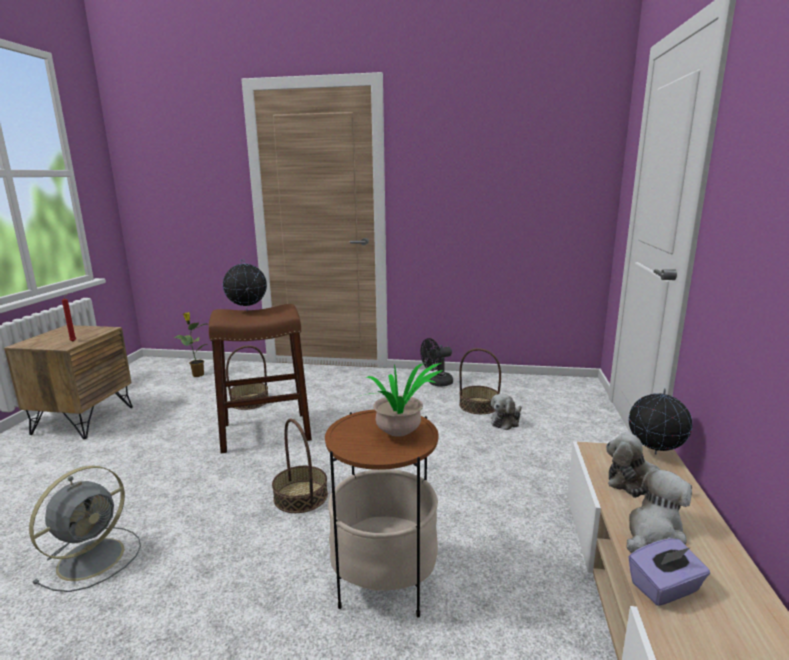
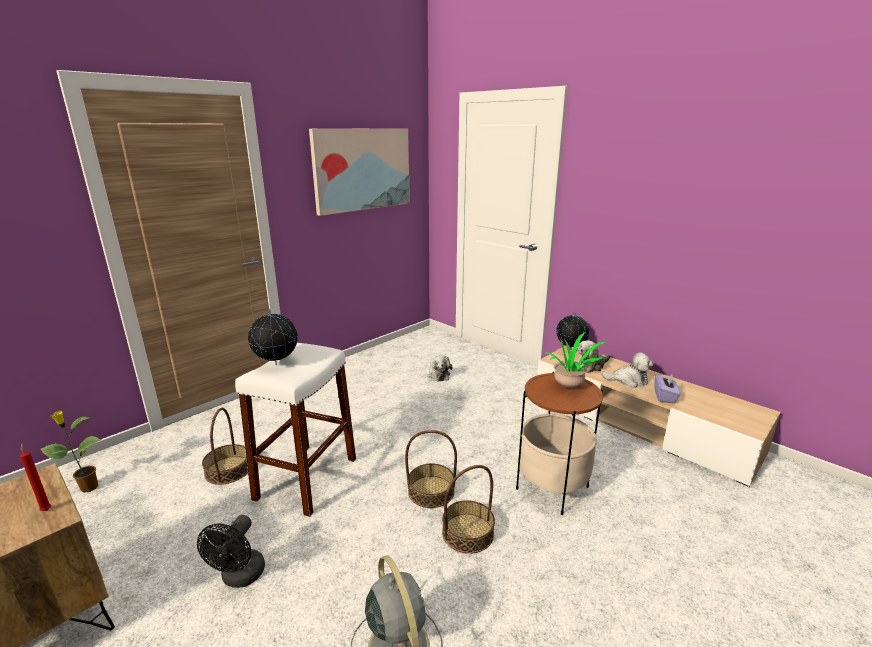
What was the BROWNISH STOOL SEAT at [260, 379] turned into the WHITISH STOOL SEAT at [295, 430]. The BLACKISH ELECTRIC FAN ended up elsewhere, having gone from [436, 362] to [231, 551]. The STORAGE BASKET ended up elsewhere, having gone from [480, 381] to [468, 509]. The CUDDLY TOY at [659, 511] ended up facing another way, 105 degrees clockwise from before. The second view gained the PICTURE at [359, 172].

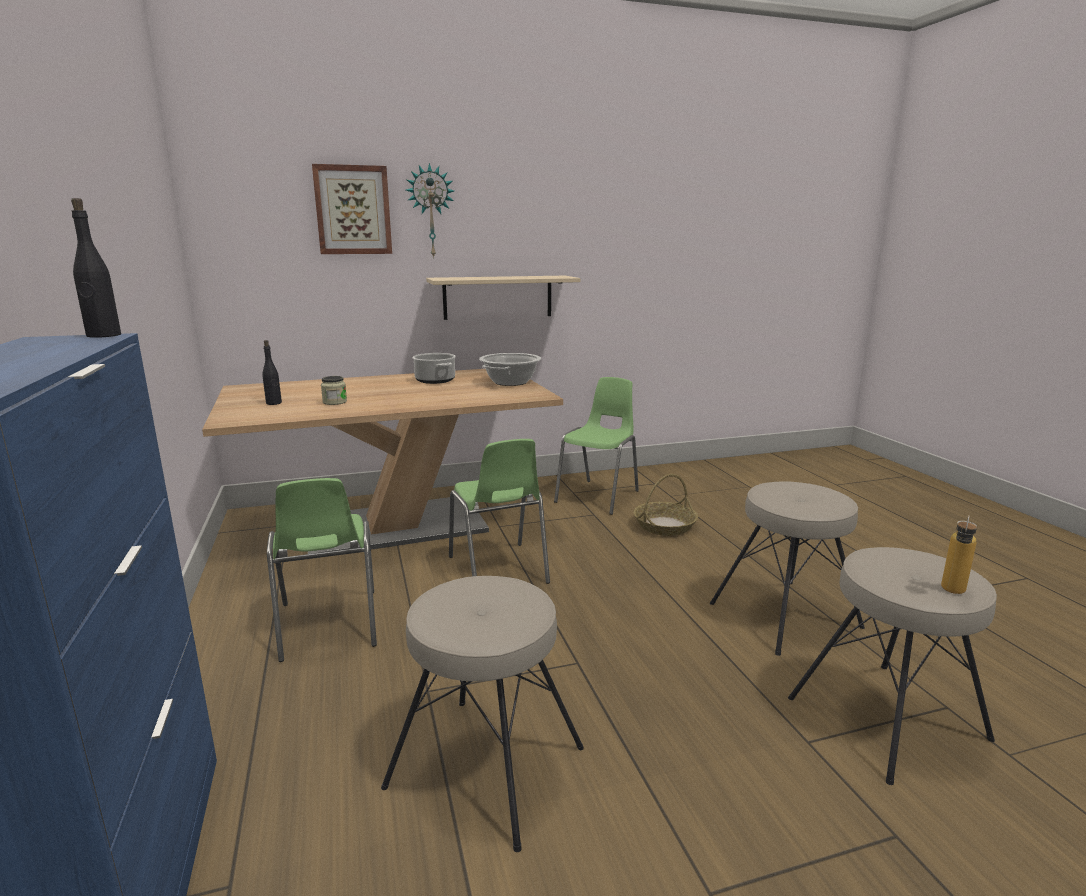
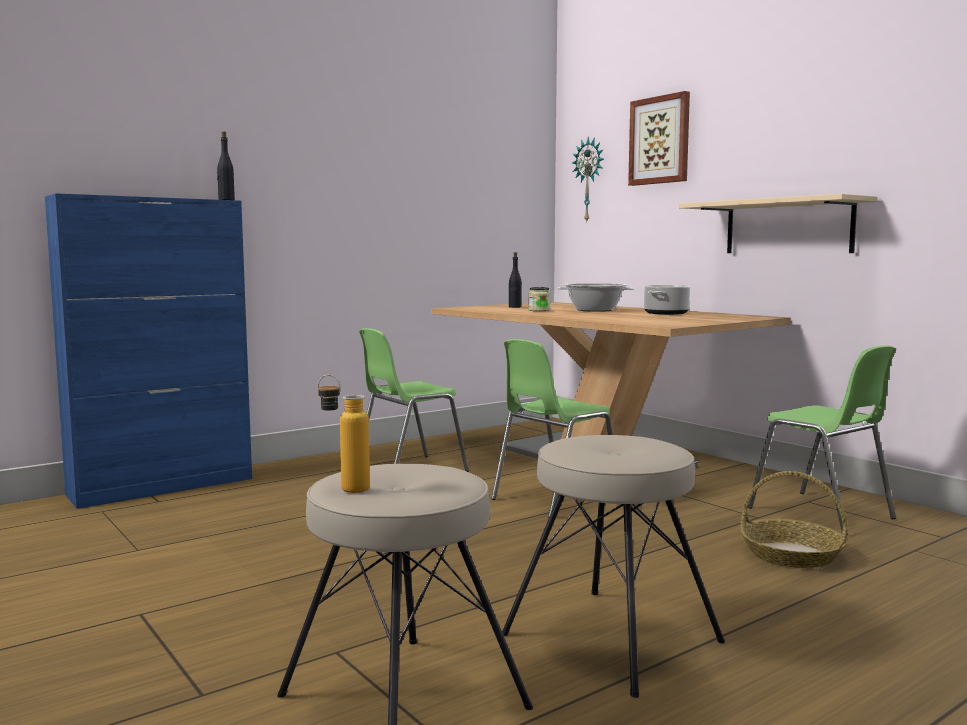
The second view lost the BEIGE STOOL SEAT at [482, 714]. The CLOCK ON THE WALL ended up elsewhere, having gone from [430, 211] to [588, 180]. The STOCKPOT ended up elsewhere, having gone from [510, 369] to [595, 297]. The GREENISH UPRIGHT CHAIR at [596, 446] ended up facing another way, 45 degrees clockwise from before.

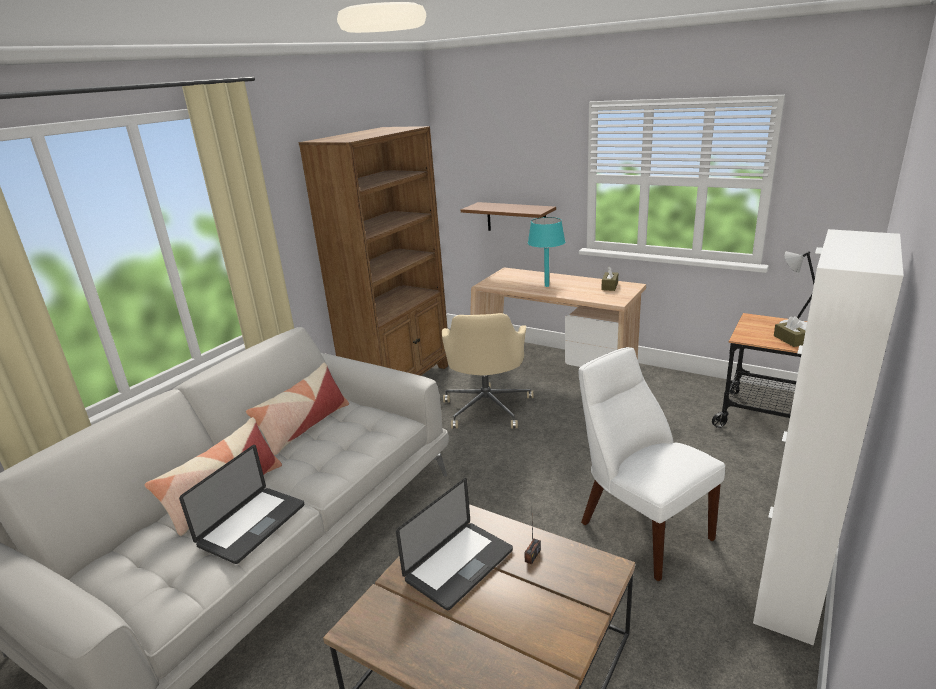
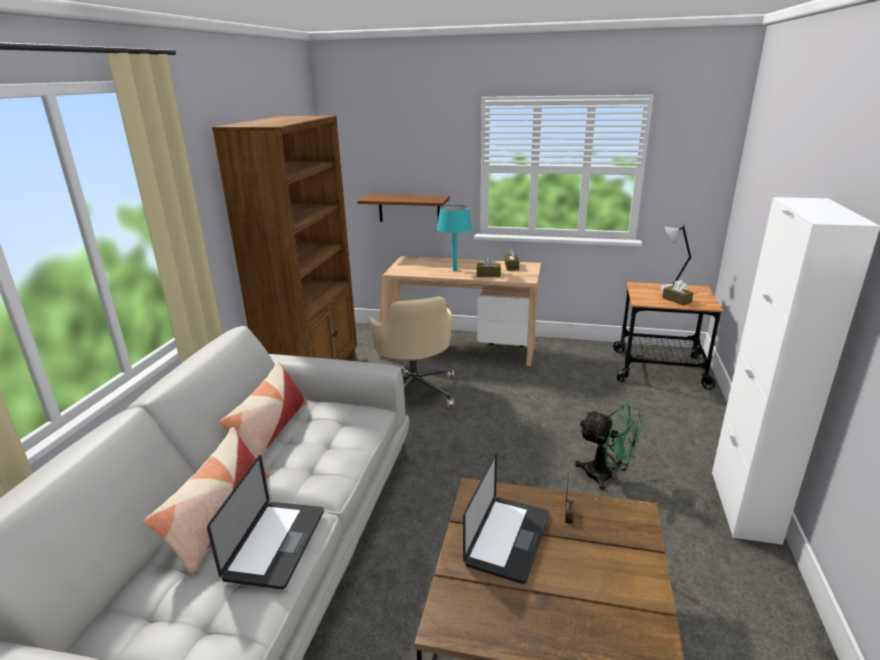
Where the WHITISH UPRIGHT CHAIR stood at [652, 464], the GREENISH ELECTRIC FAN came to stand at [609, 446]. The second view gained the BROWNISH TISSUE BOX at [489, 266].

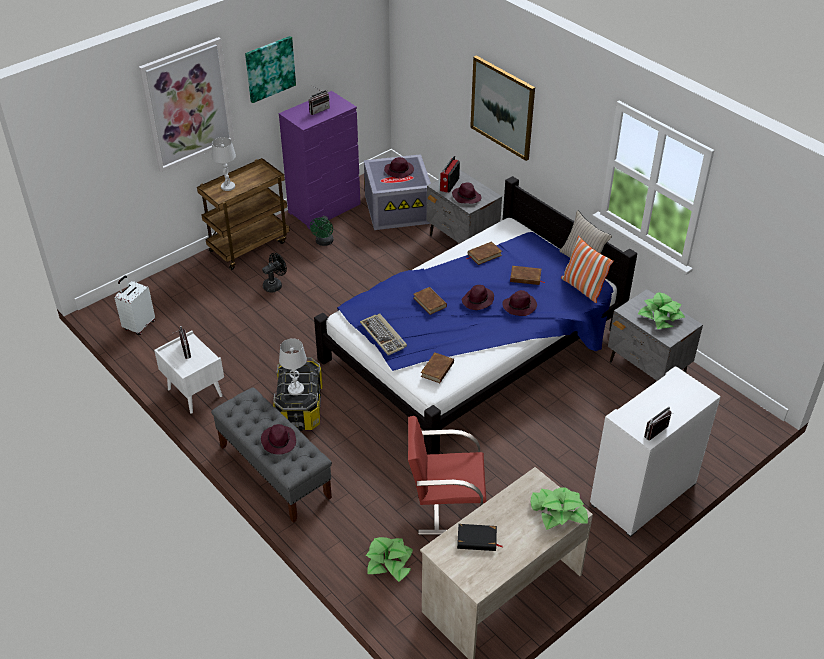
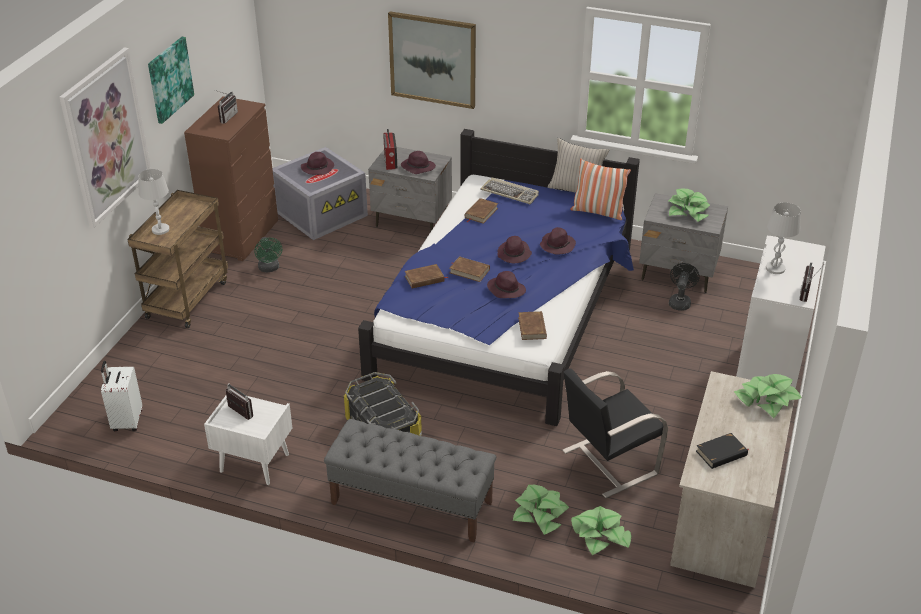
The PURPLISH HAT ended up elsewhere, having gone from [278, 439] to [506, 284]. The BLACKISH ELECTRIC FAN ended up elsewhere, having gone from [274, 273] to [684, 287]. What was the PURPLISH DRAWER CHEST at [320, 160] turned into the BROWNISH DRAWER CHEST at [231, 178]. The WHITISH LAMP FOR A TABLE ended up elsewhere, having gone from [293, 366] to [783, 238]. The KEYBOARD ended up elsewhere, having gone from [383, 334] to [509, 190]. What was the REDDISH UPRIGHT CHAIR at [447, 475] turned into the BLACKISH UPRIGHT CHAIR at [615, 433]. The BROWNISH BOUND BOOK ended up elsewhere, having gone from [527, 275] to [426, 276]. The second view gained the PLANT IN A POT at [541, 510].

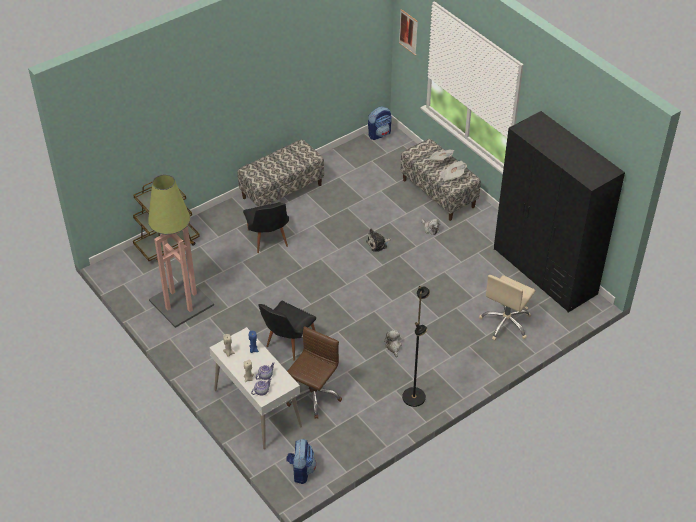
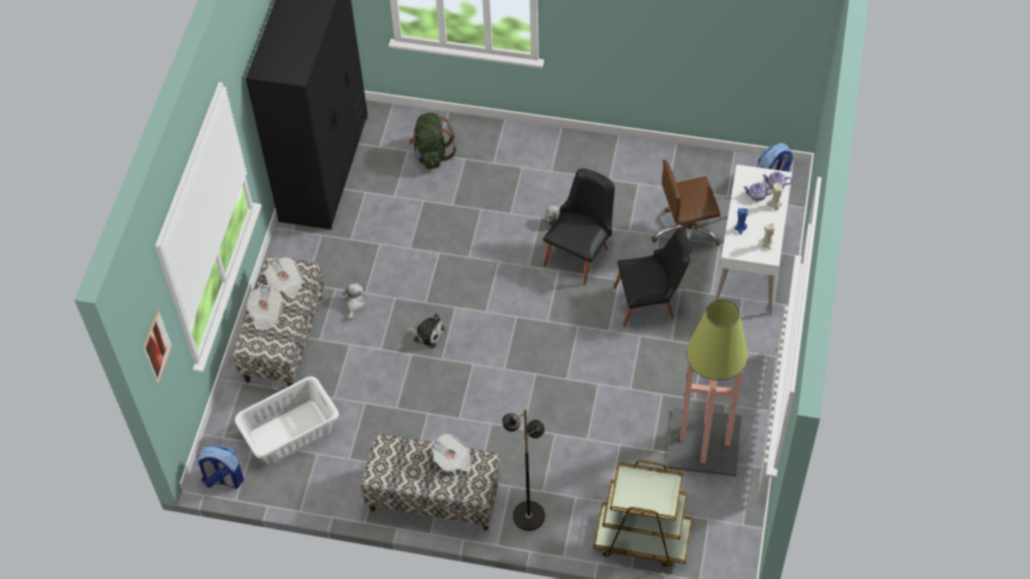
The BLACKISH UPRIGHT CHAIR ended up elsewhere, having gone from [266, 227] to [579, 227]. The BLACKISH FLOOR LAMP ended up elsewhere, having gone from [416, 346] to [523, 469]. Where the BEIGE OFFICE CHAIR stood at [507, 307], the GREENISH BACKPACK came to stand at [432, 141]. The second view gained the WHITISH LAUNDRY BASKET at [287, 420]. The second view gained the PRINTED PAPER at [451, 453].

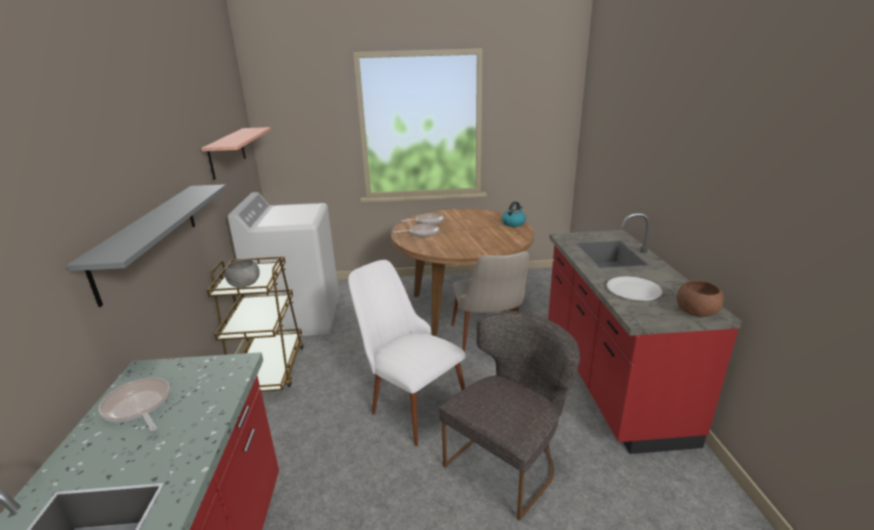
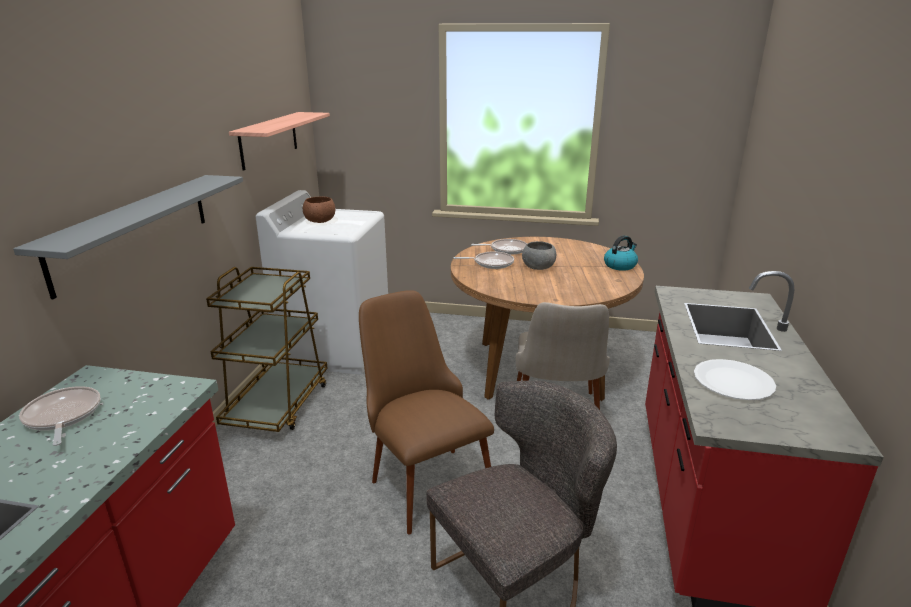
The GREYISH SERVING BOWL ended up elsewhere, having gone from [242, 273] to [539, 255]. What was the WHITISH UPRIGHT CHAIR at [407, 353] turned into the BROWNISH UPRIGHT CHAIR at [426, 412]. The BROWNISH SERVING BOWL ended up elsewhere, having gone from [700, 298] to [319, 209].

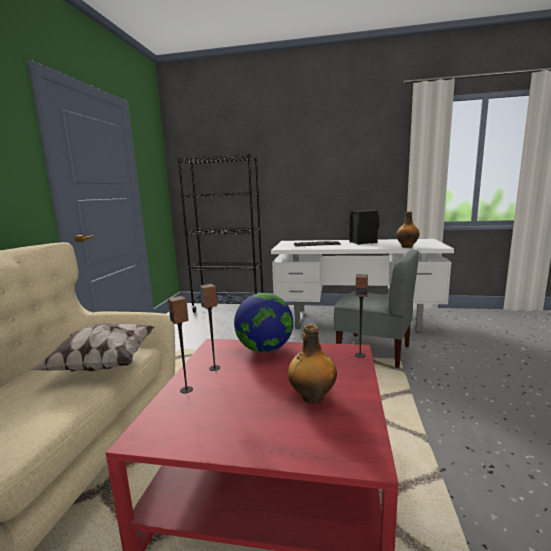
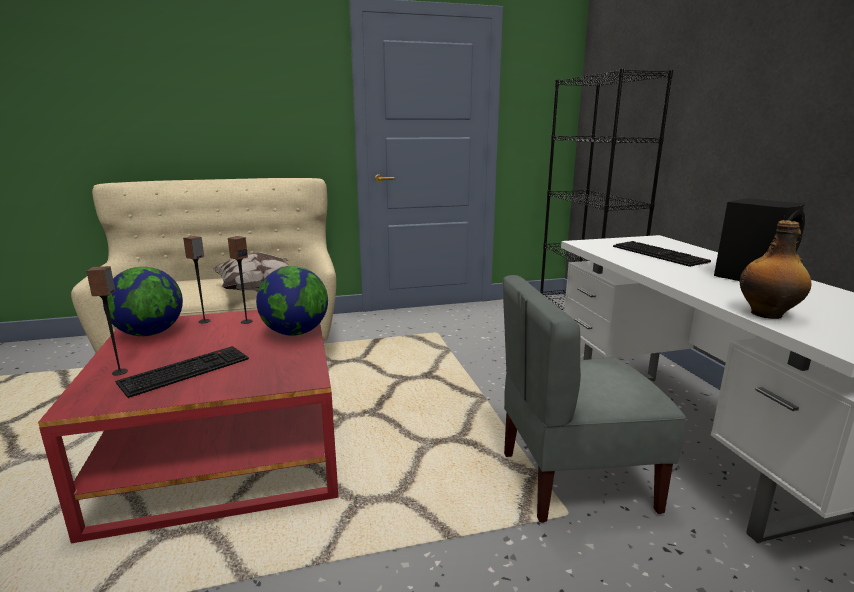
Where the BOTTLE stood at [312, 363], the KEYBOARD came to stand at [182, 372]. The GREYISH UPRIGHT CHAIR at [376, 309] ended up facing another way, 75 degrees clockwise from before. The SPEAKER ended up elsewhere, having gone from [361, 316] to [107, 320]. The second view gained the WORLD GLOBE at [143, 301].

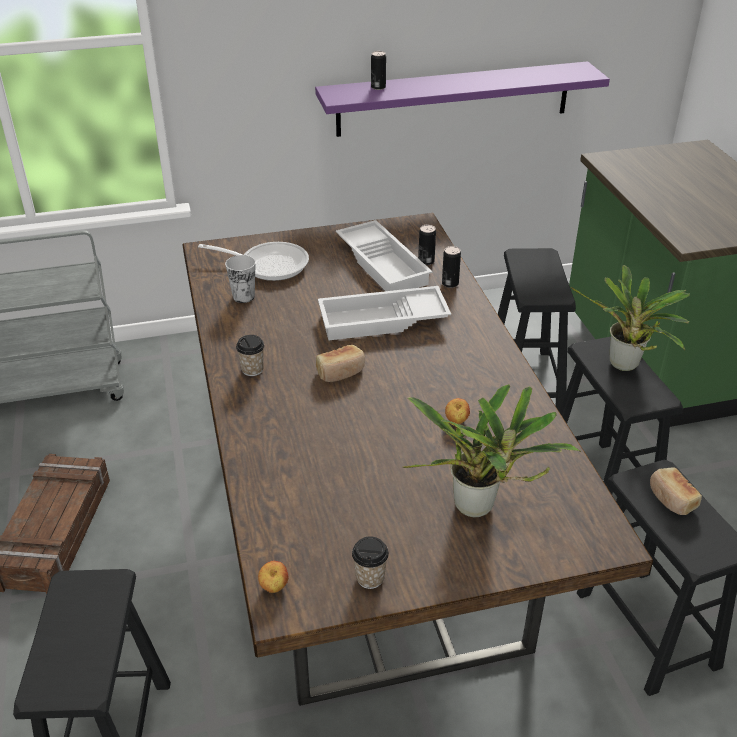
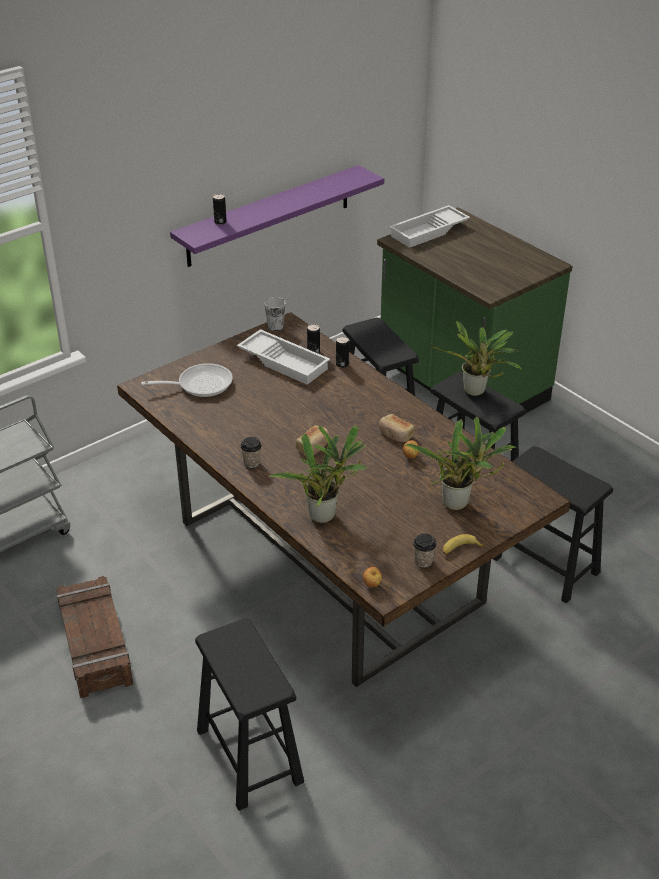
The CUP ended up elsewhere, having gone from [240, 279] to [275, 314]. The WHITISH TRAY ended up elsewhere, having gone from [384, 313] to [429, 226]. The BAKED BREAD ended up elsewhere, having gone from [676, 491] to [396, 428]. The second view gained the PLANT IN A POT at [318, 474]. The second view gained the BANANA FRUIT at [464, 544].

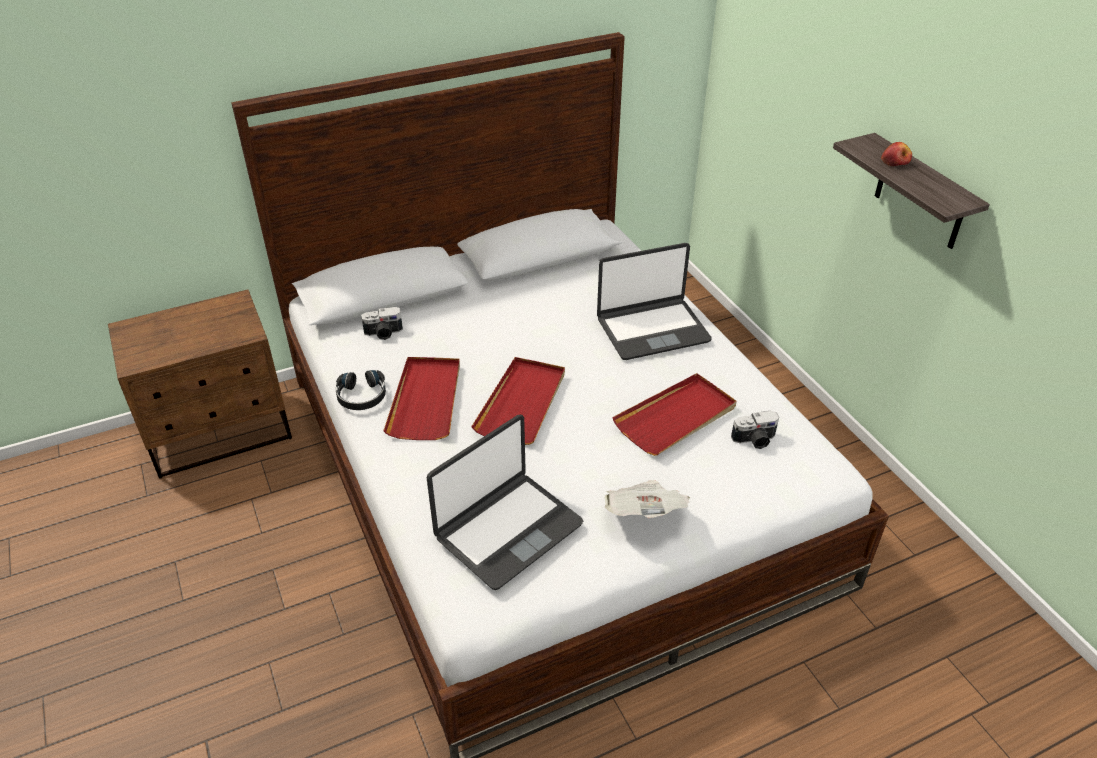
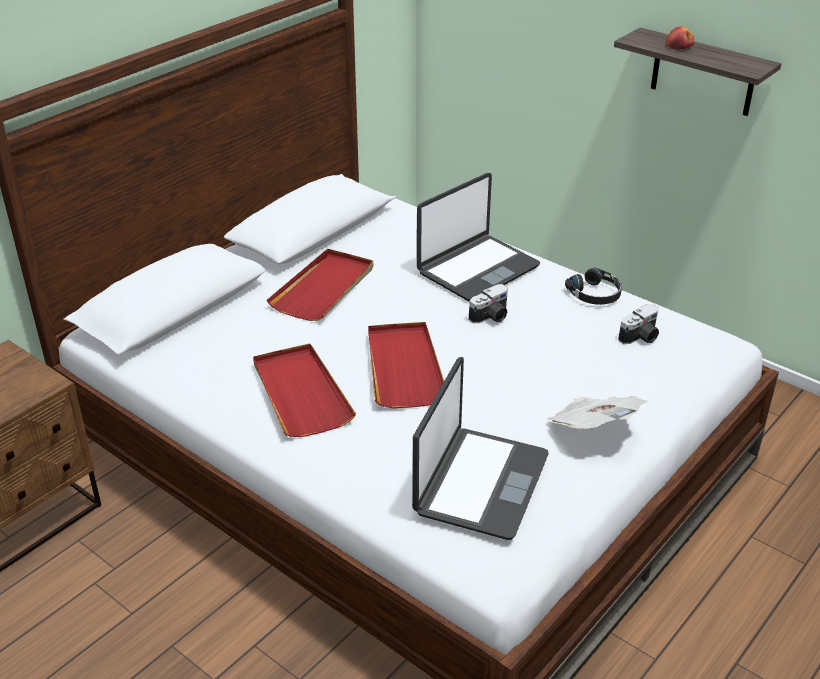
The BLACKISH HEADPHONES ended up elsewhere, having gone from [361, 390] to [593, 286]. The STILL CAMERA ended up elsewhere, having gone from [382, 323] to [488, 303]. The REDDISH TRAY ended up elsewhere, having gone from [675, 414] to [320, 285].

